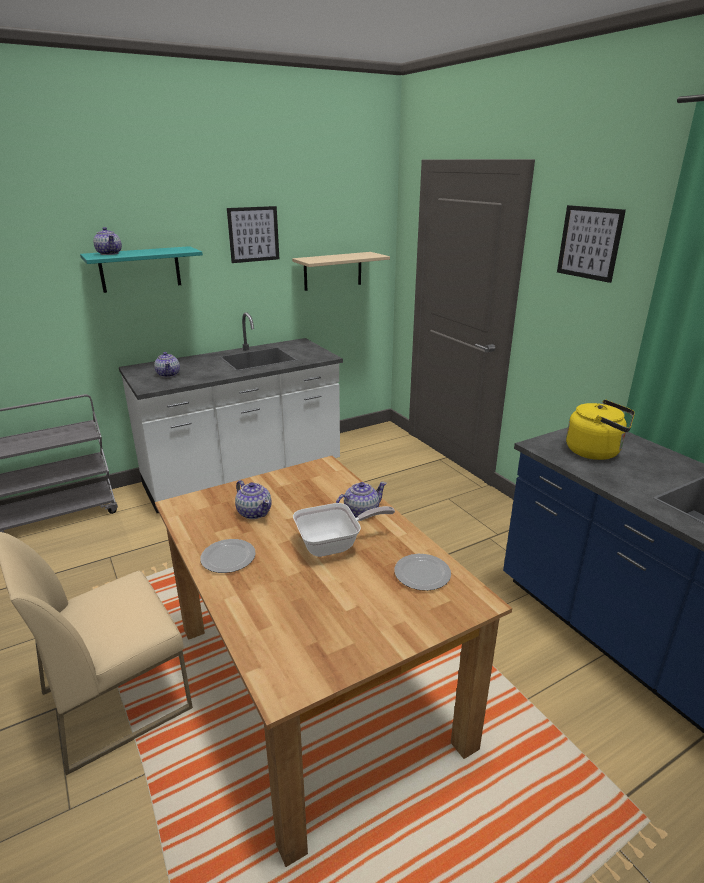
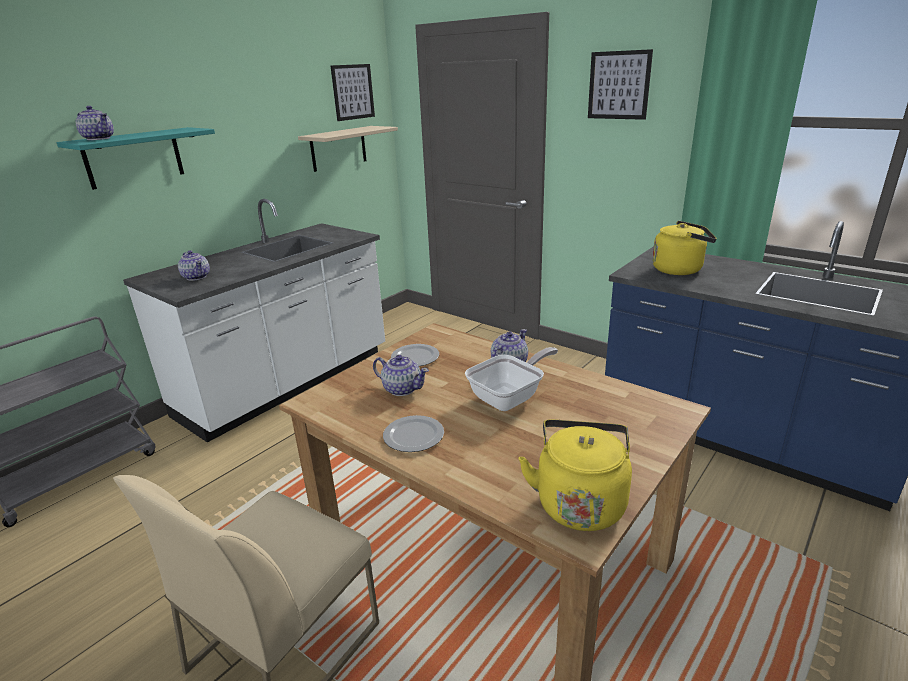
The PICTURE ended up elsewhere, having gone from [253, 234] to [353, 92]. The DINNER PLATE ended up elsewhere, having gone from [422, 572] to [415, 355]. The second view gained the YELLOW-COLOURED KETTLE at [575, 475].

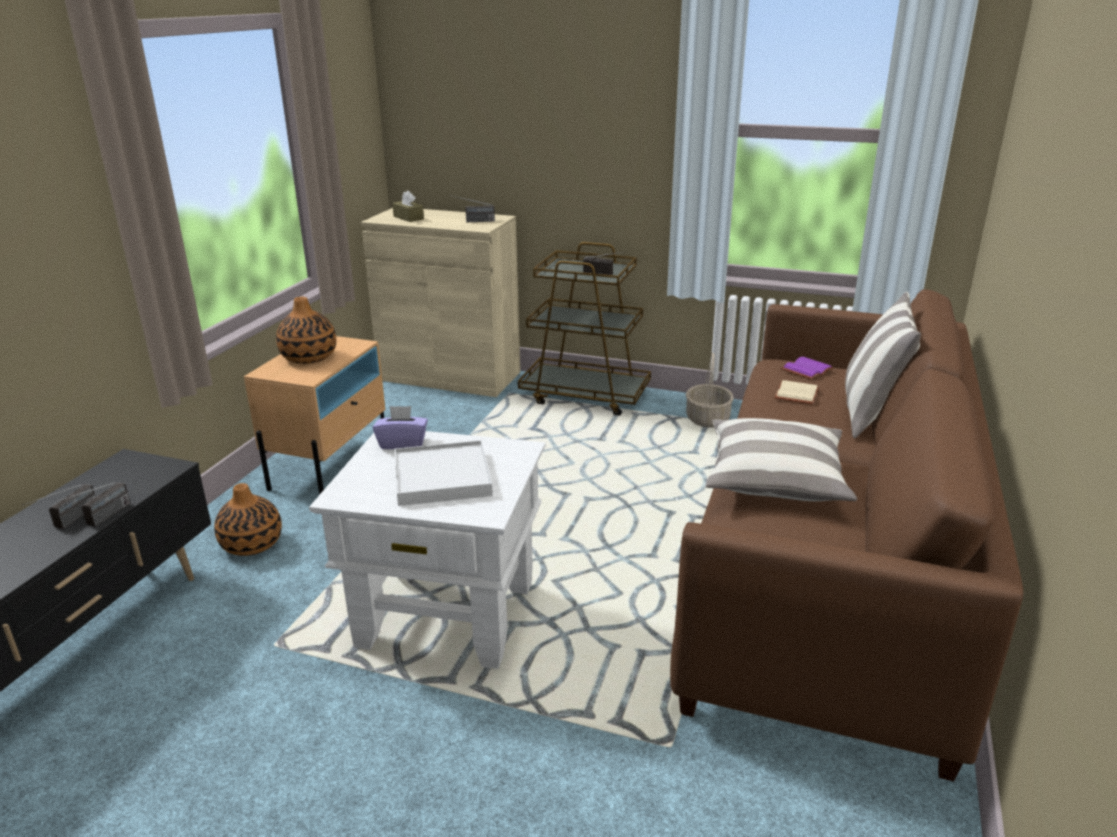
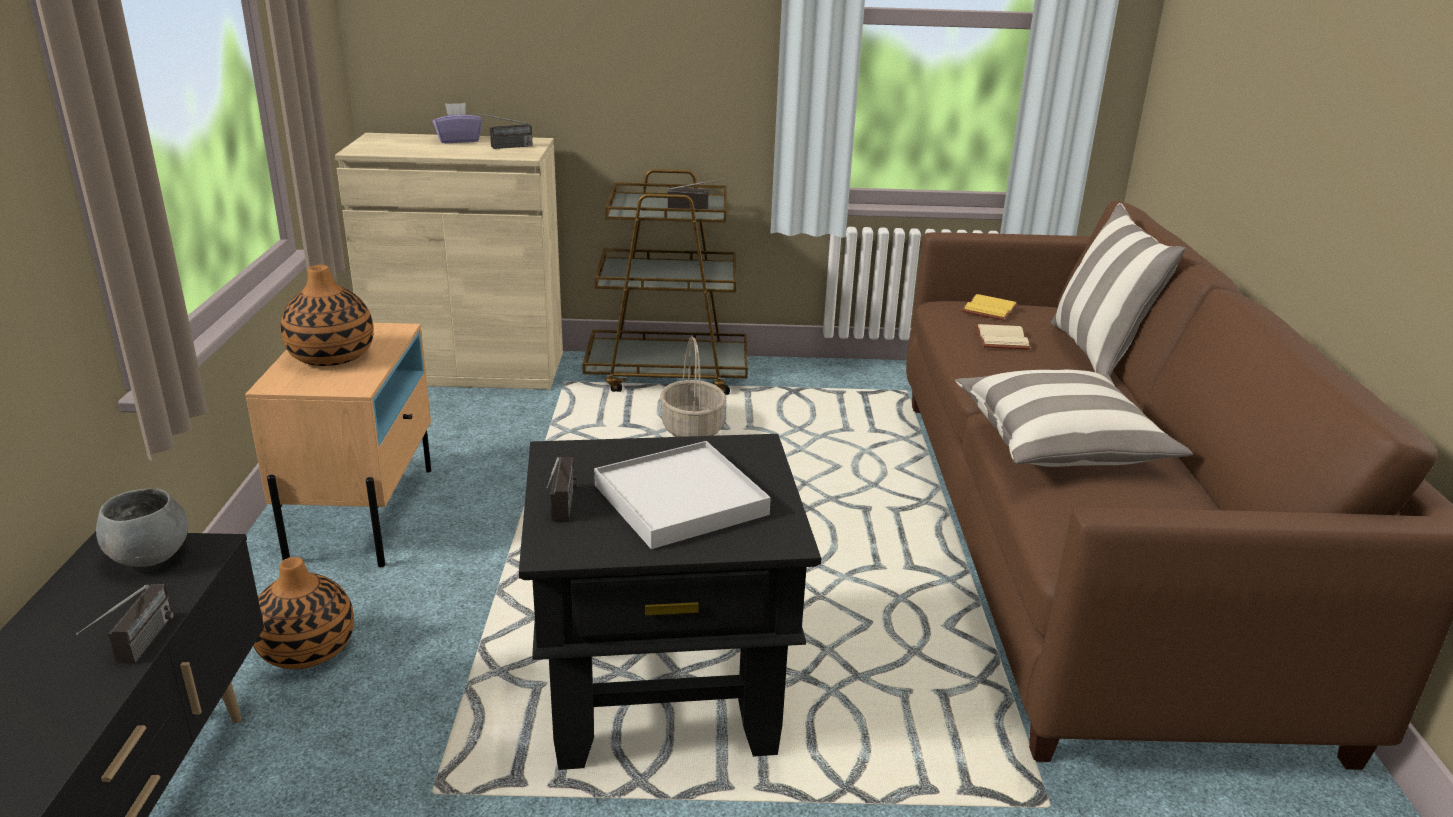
The RADIO ended up elsewhere, having gone from [58, 506] to [562, 489]. What was the WHITISH SIDE TABLE at [427, 550] turned into the BLACKISH SIDE TABLE at [670, 602]. The PURPLISH TISSUE BOX ended up elsewhere, having gone from [400, 427] to [457, 123]. The second view lost the BROWNISH TISSUE BOX at [408, 206]. The STORAGE BASKET ended up elsewhere, having gone from [710, 389] to [693, 387]. What was the PURPLISH BOUND BOOK at [807, 368] turned into the YELLOW-COLOURED BOUND BOOK at [990, 307]. The second view gained the GREYISH SERVING BOWL at [142, 528].

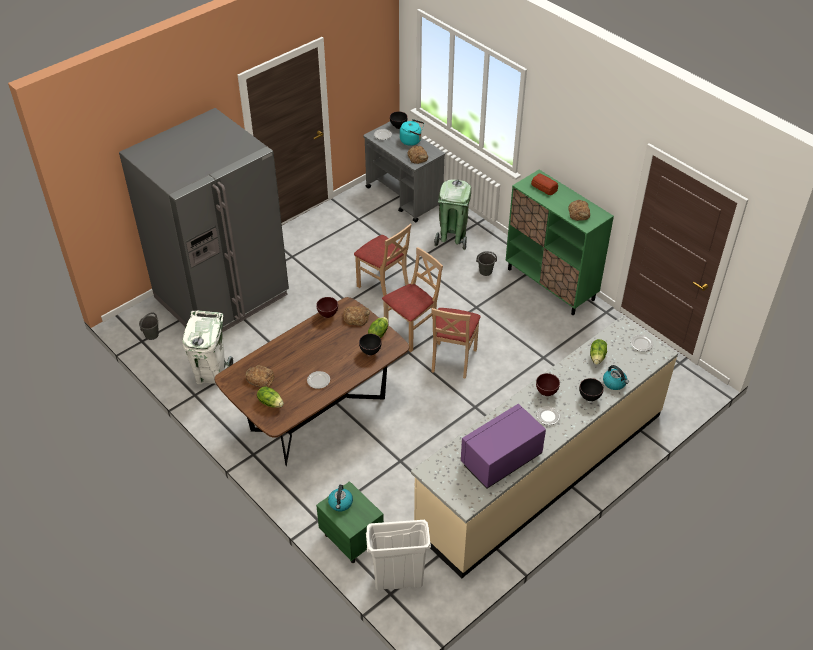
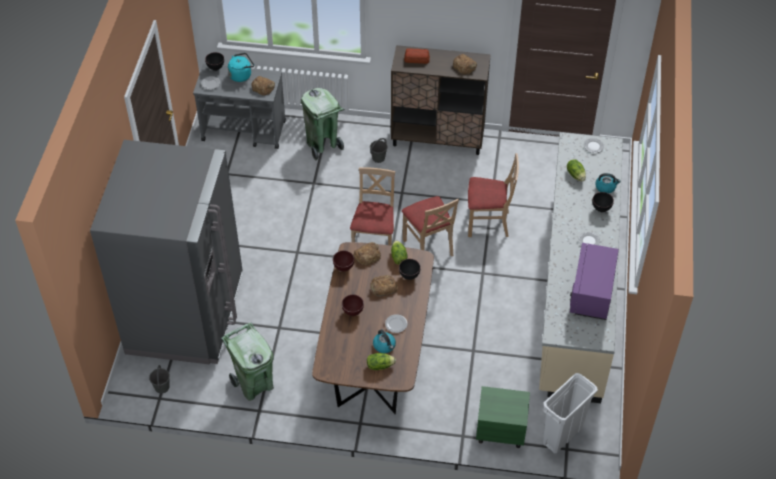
What was the WHITISH WASTE BIN at [207, 347] turned into the GREENISH WASTE BIN at [247, 362]. The BAKED BREAD ended up elsewhere, having gone from [260, 376] to [384, 286]. The KETTLE ended up elsewhere, having gone from [340, 498] to [384, 341]. The BEIGE UPRIGHT CHAIR ended up elsewhere, having gone from [383, 260] to [493, 195]. What was the GREENISH STORAGE CABINET at [560, 242] turned into the BROWNISH STORAGE CABINET at [441, 100]. The BROWNISH SERVING BOWL ended up elsewhere, having gone from [548, 384] to [353, 305].

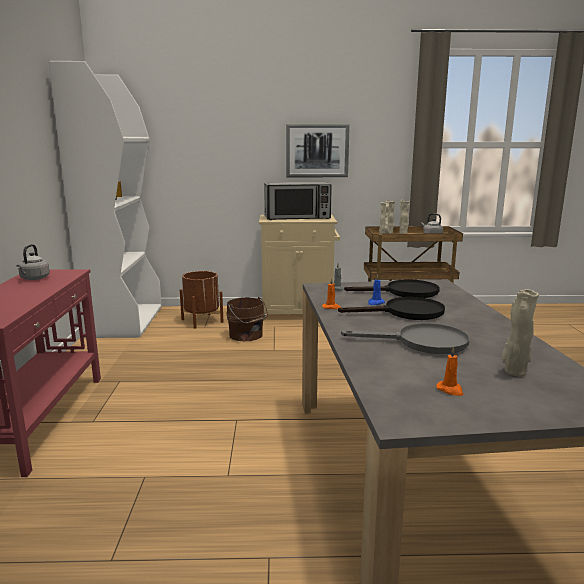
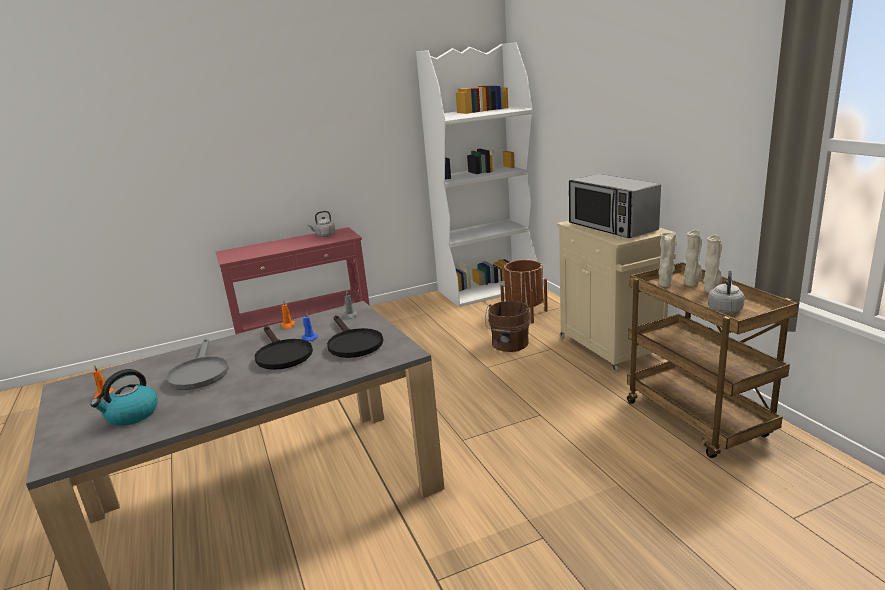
The second view lost the PICTURE at [318, 150]. Where the BEIGE DECORATIVE VASE stood at [520, 332], the KETTLE came to stand at [124, 397].

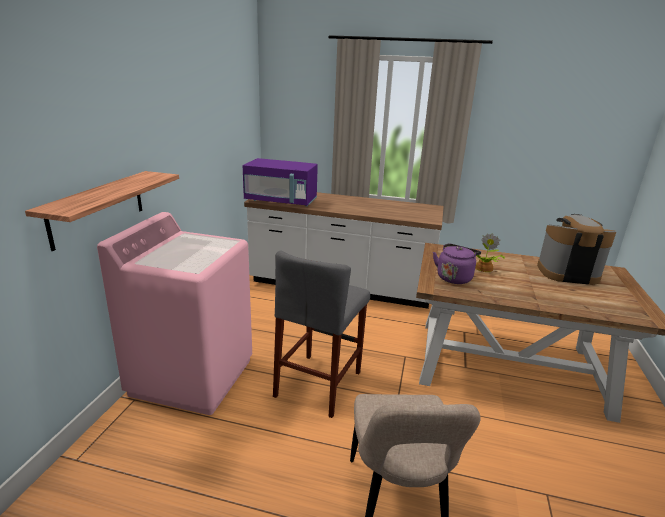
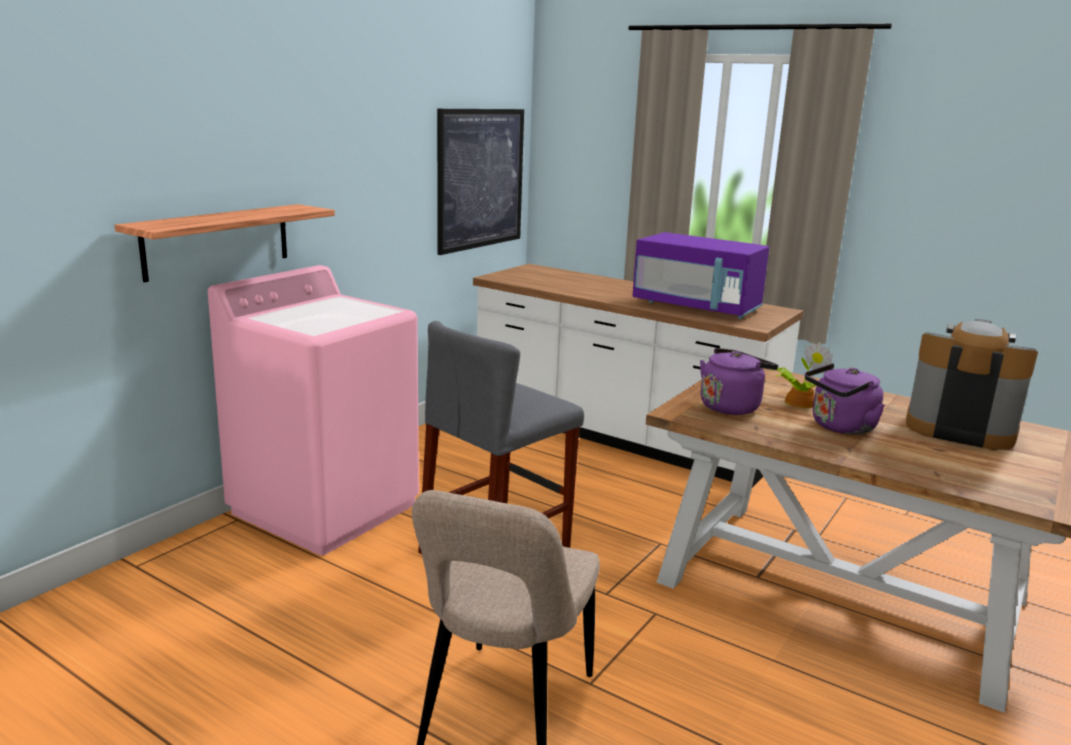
The PURPLISH MICROWAVE ended up elsewhere, having gone from [280, 182] to [701, 275]. The second view gained the PICTURE at [480, 182]. The second view gained the PURPLISH KETTLE at [845, 399].

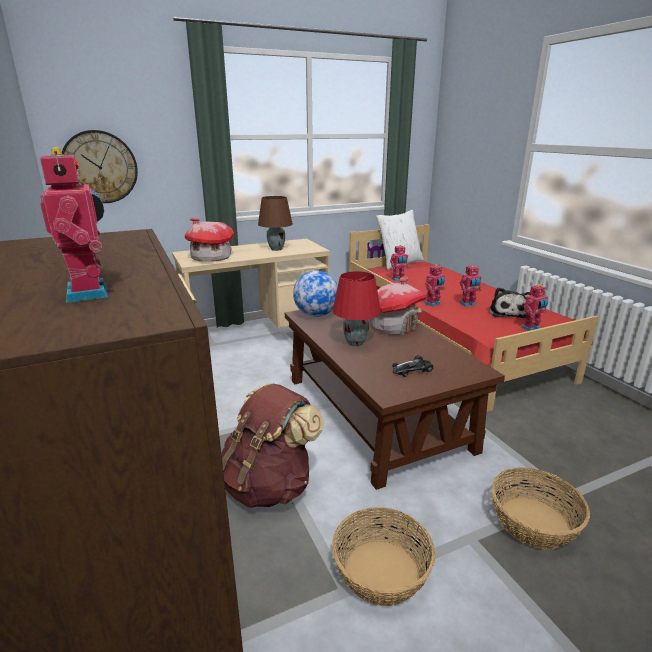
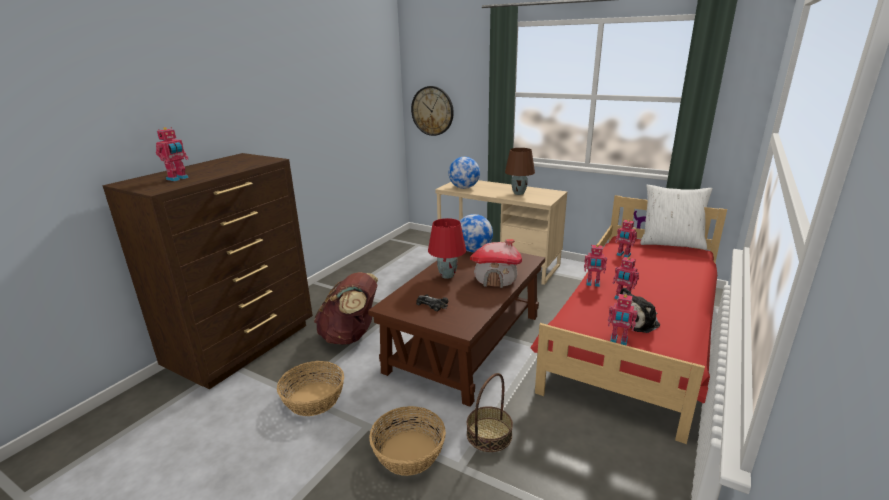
Where the MODEL HOUSE stood at [209, 240], the WORLD GLOBE came to stand at [464, 173]. The second view gained the STORAGE BASKET at [490, 412].

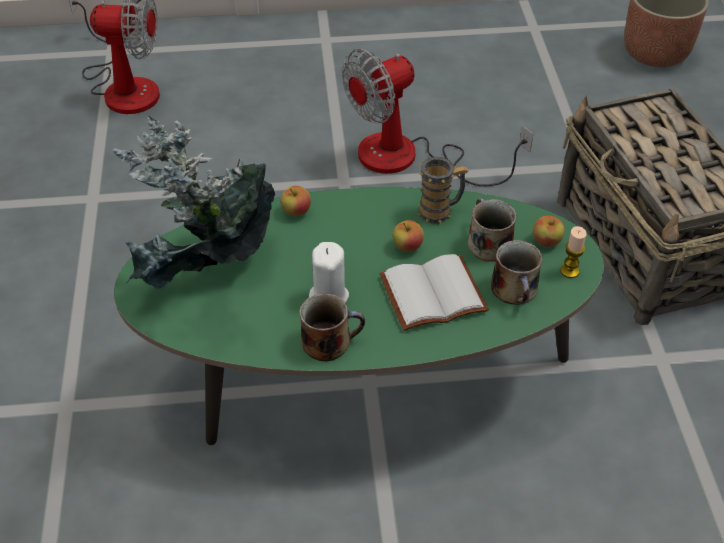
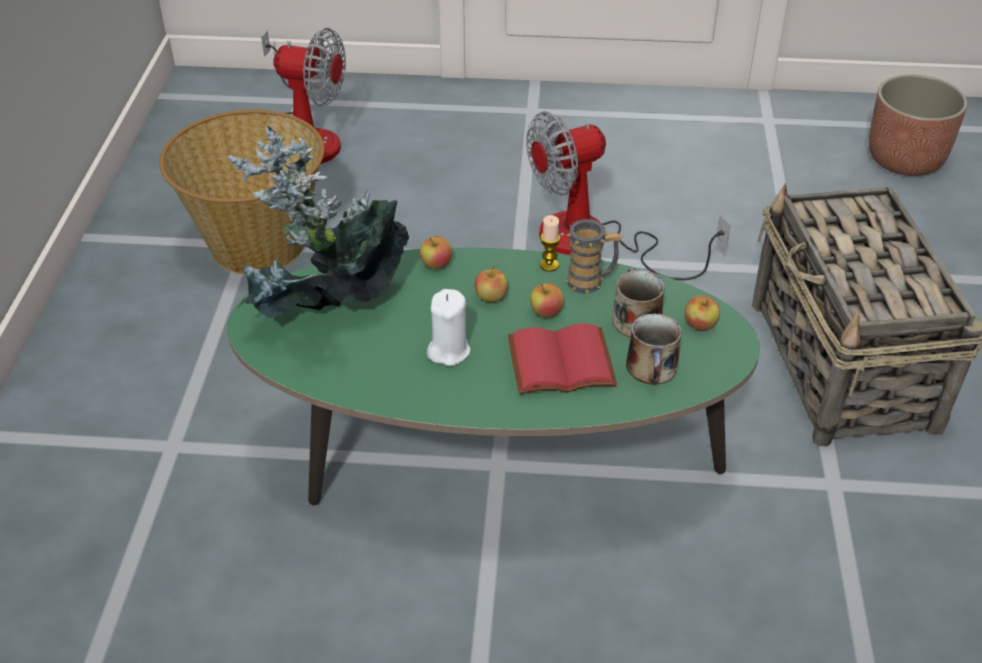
The second view lost the MUG at [332, 327]. What was the WHITISH BOUND BOOK at [434, 292] turned into the REDDISH BOUND BOOK at [562, 359]. The WAX CANDLE ended up elsewhere, having gone from [574, 252] to [550, 243]. The second view gained the STORAGE BASKET at [241, 191]. The second view gained the WHOLE APPLE at [491, 283].

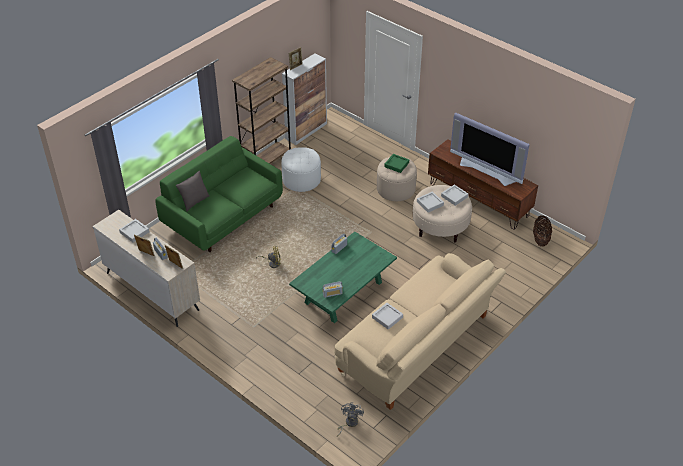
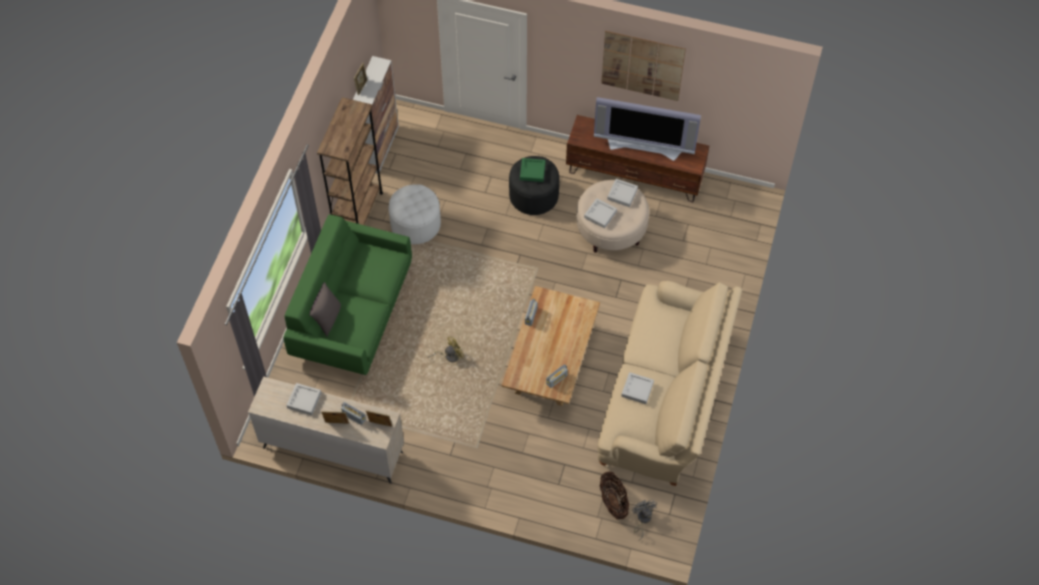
What was the GREENISH LOW TABLE at [343, 277] turned into the BEIGE LOW TABLE at [551, 346]. What was the BEIGE OTTOMAN at [397, 179] turned into the BLACKISH OTTOMAN at [534, 185]. The STORAGE BASKET ended up elsewhere, having gone from [542, 231] to [614, 495]. The second view gained the PICTURE at [643, 66].

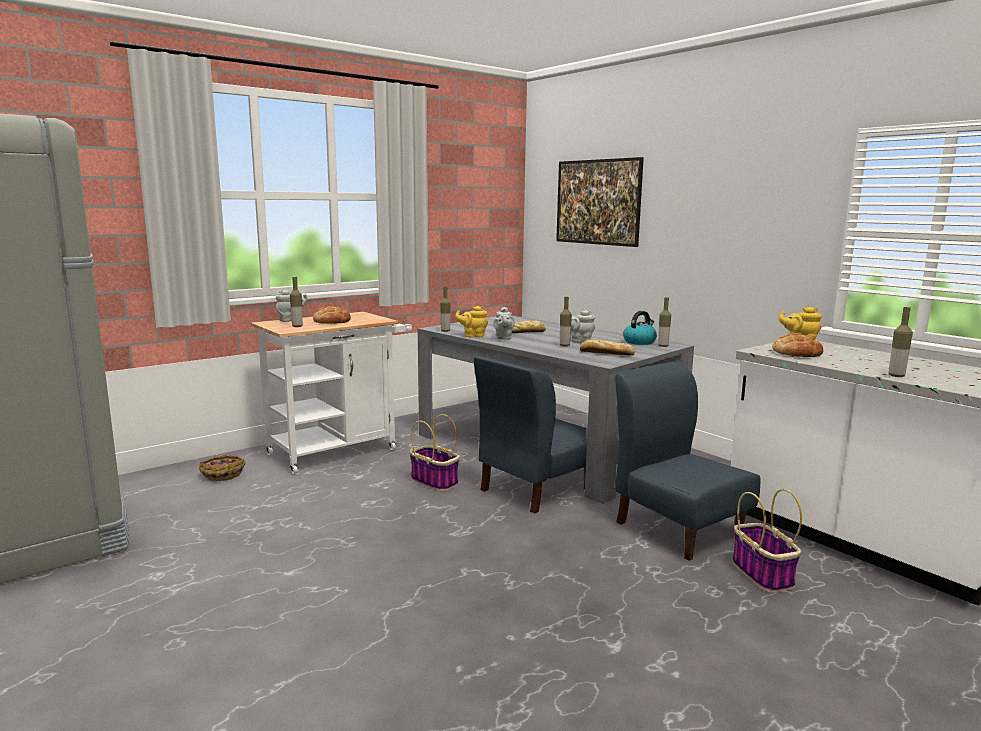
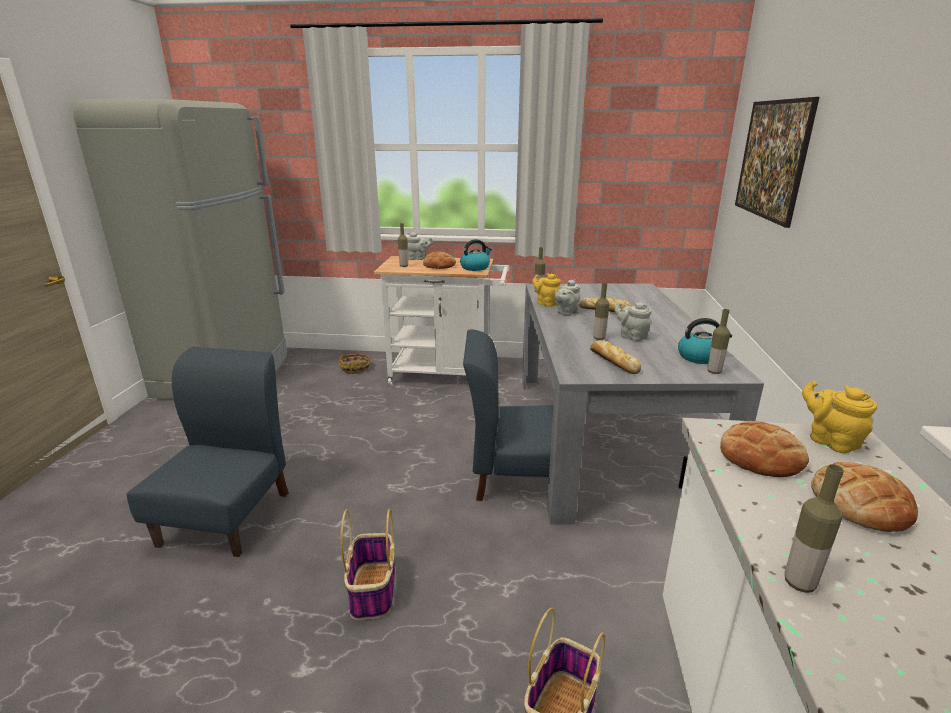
The STORAGE BASKET ended up elsewhere, having gone from [435, 452] to [368, 564]. The BLUISH UPRIGHT CHAIR ended up elsewhere, having gone from [687, 461] to [208, 452]. The second view gained the KETTLE at [476, 255]. The second view gained the BAKED BREAD at [864, 497].

